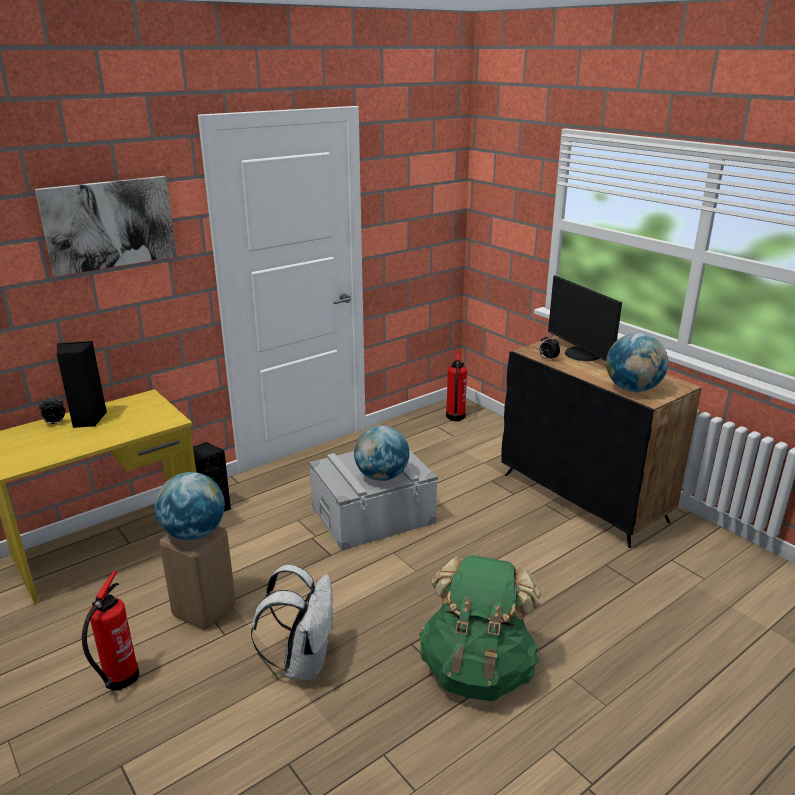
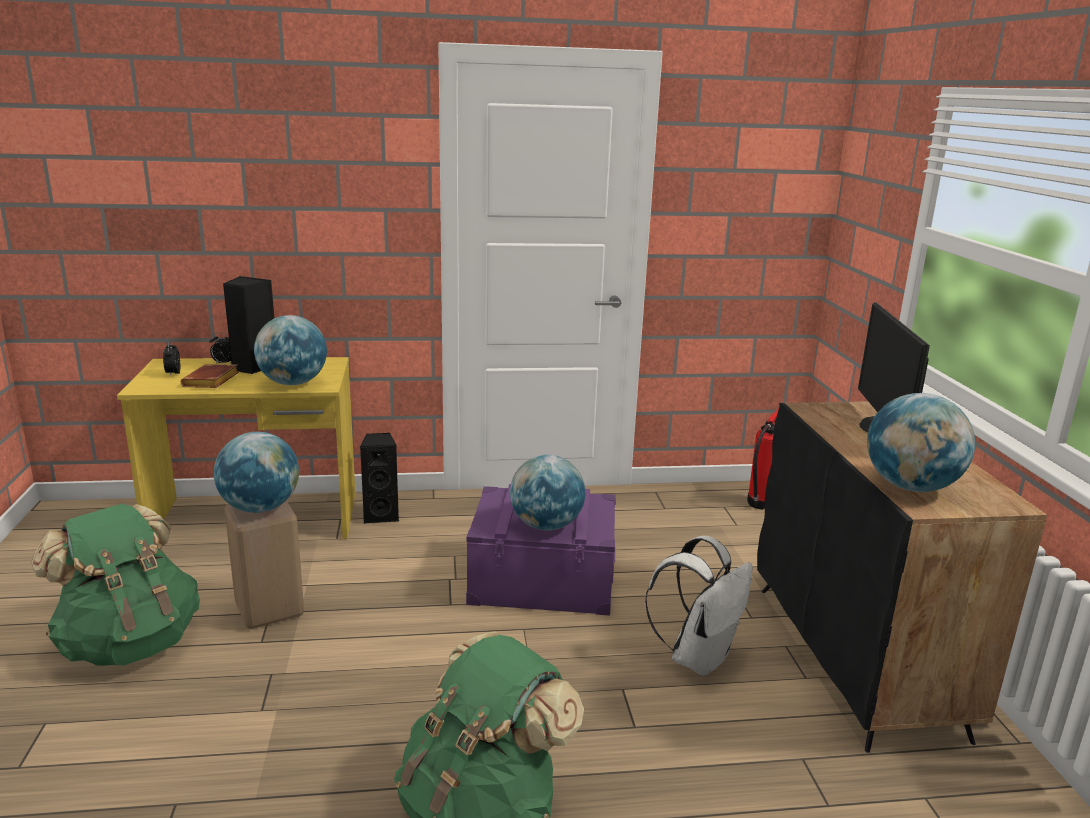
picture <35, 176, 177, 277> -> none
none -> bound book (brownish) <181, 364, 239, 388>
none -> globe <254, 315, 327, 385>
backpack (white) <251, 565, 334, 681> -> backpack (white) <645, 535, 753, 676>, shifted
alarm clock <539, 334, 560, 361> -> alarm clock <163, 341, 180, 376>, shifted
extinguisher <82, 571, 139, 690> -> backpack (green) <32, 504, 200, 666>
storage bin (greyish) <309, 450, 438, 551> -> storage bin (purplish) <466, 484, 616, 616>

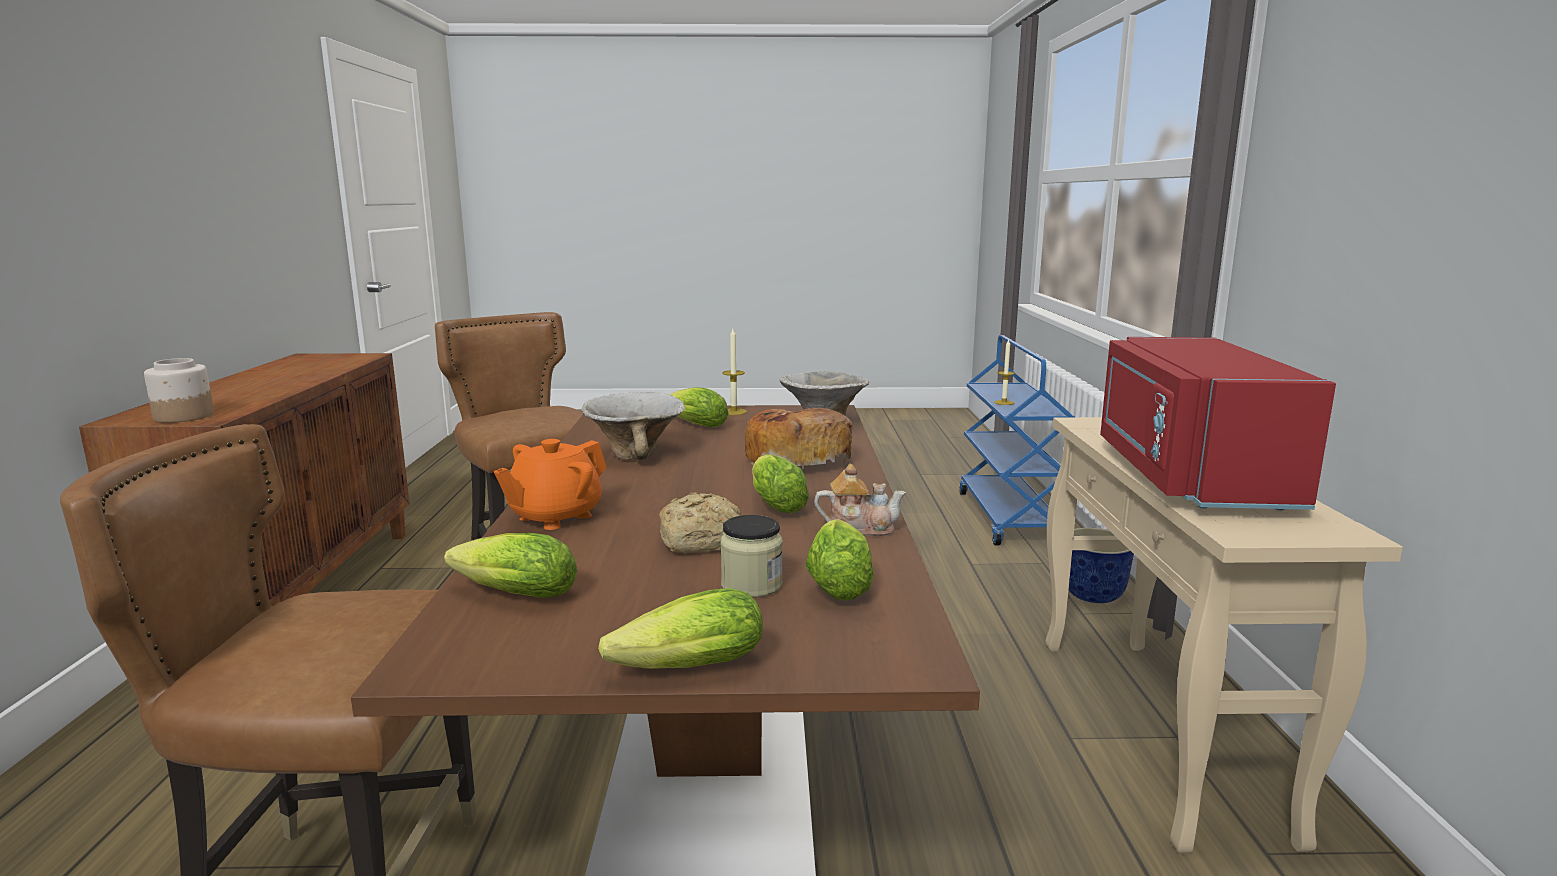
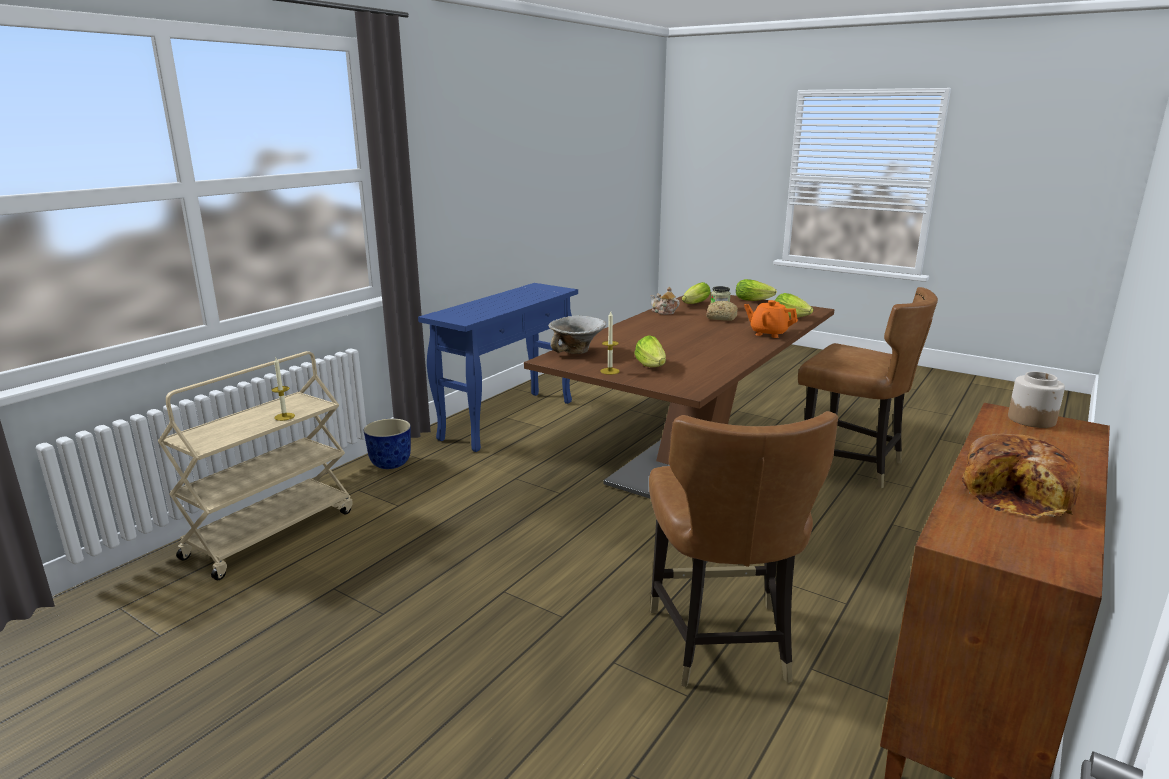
serving bowl <581, 392, 685, 460> -> none
lettuce <752, 455, 809, 513> -> none
microwave (red-coloured) <1100, 337, 1336, 510> -> none
baked bread <745, 408, 853, 468> -> baked bread <962, 434, 1080, 519>, shifted
cart (bluish) <959, 335, 1075, 545> -> cart (sand-coloured) <158, 351, 353, 580>
console table (sand-coloured) <1045, 417, 1403, 854> -> console table (bluish) <418, 283, 578, 452>
pot for tea (orangey) <494, 439, 607, 530> -> pot for tea (orangey) <744, 300, 798, 338>, 135 degrees counterclockwise

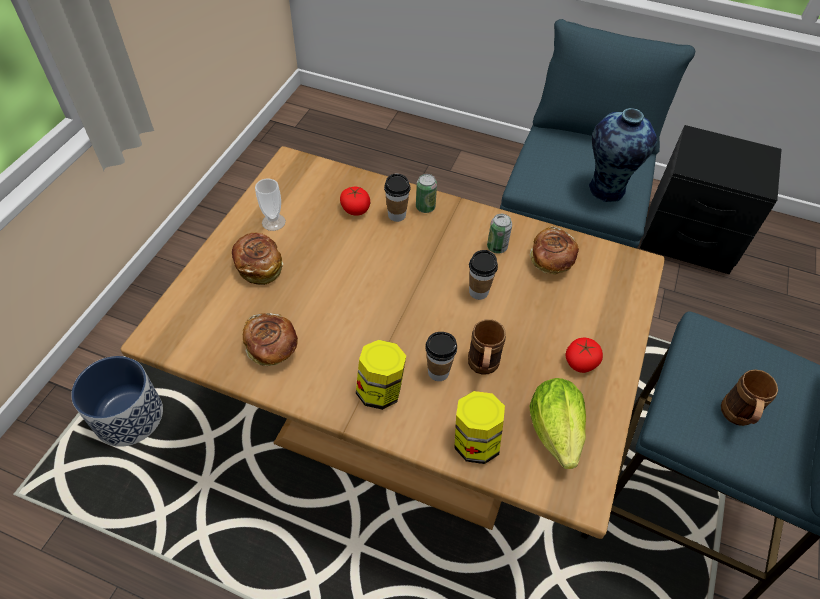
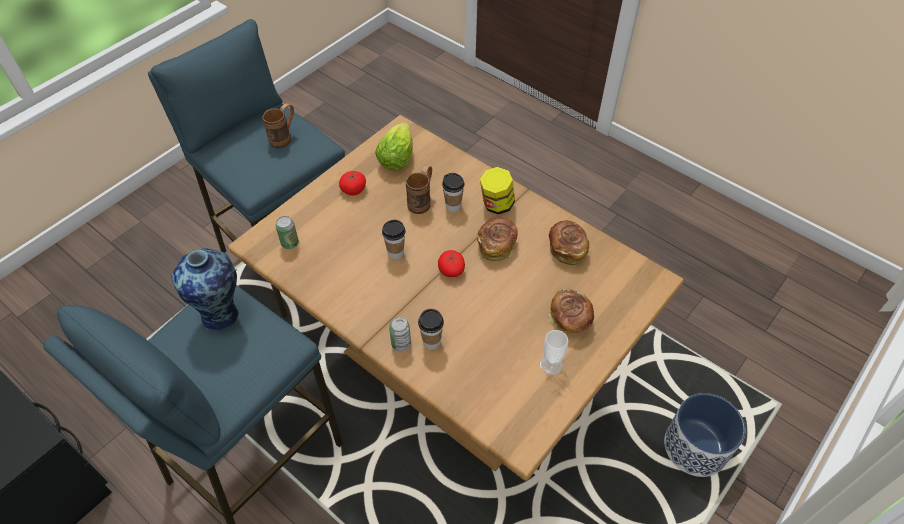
jar <454, 391, 505, 464> -> none
fresh tomato <340, 187, 370, 216> -> fresh tomato <438, 250, 465, 277>, shifted
sealed can <487, 214, 512, 254> -> sealed can <276, 216, 299, 249>, shifted
baked bread <530, 226, 579, 275> -> baked bread <477, 218, 518, 261>, shifted

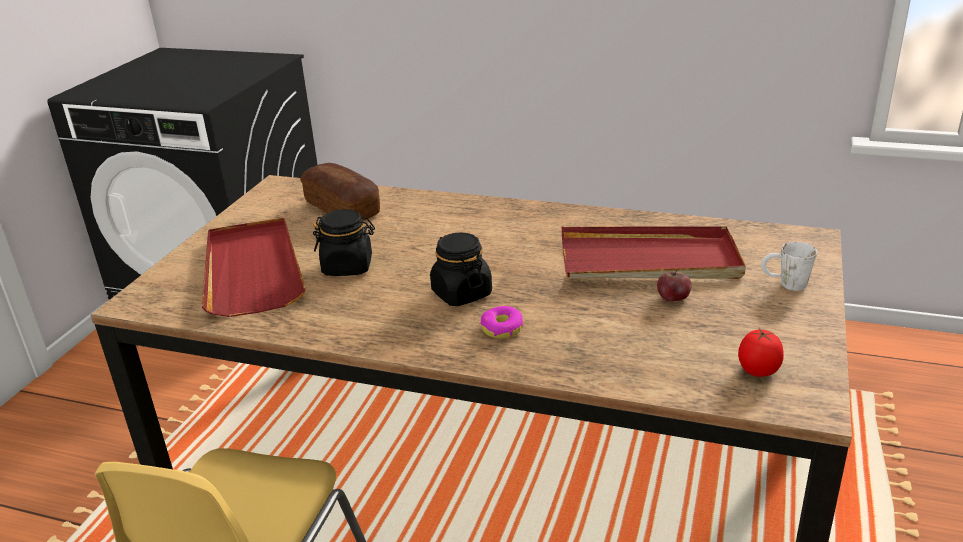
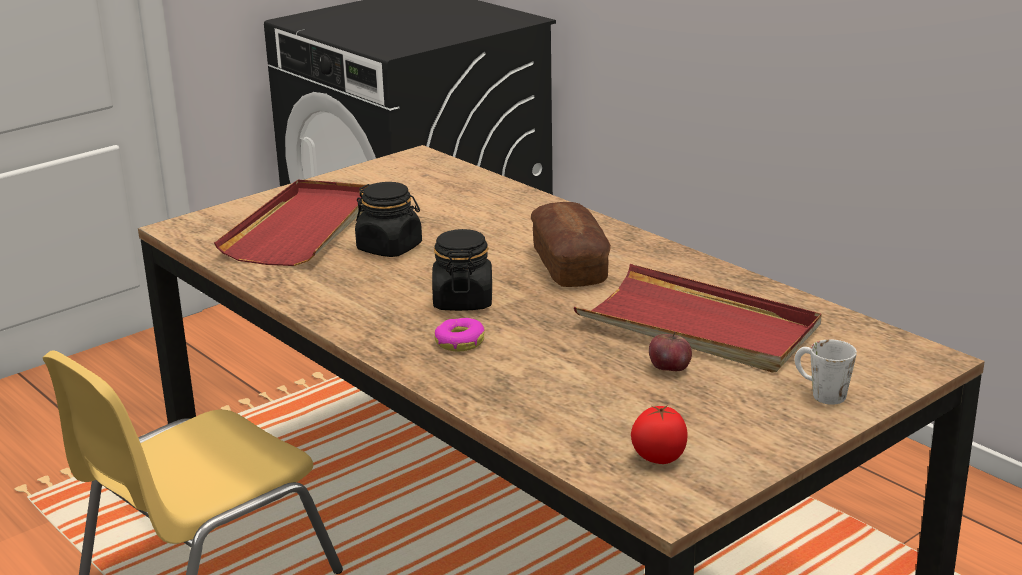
baked bread <300, 163, 380, 221> -> baked bread <531, 202, 611, 287>, shifted

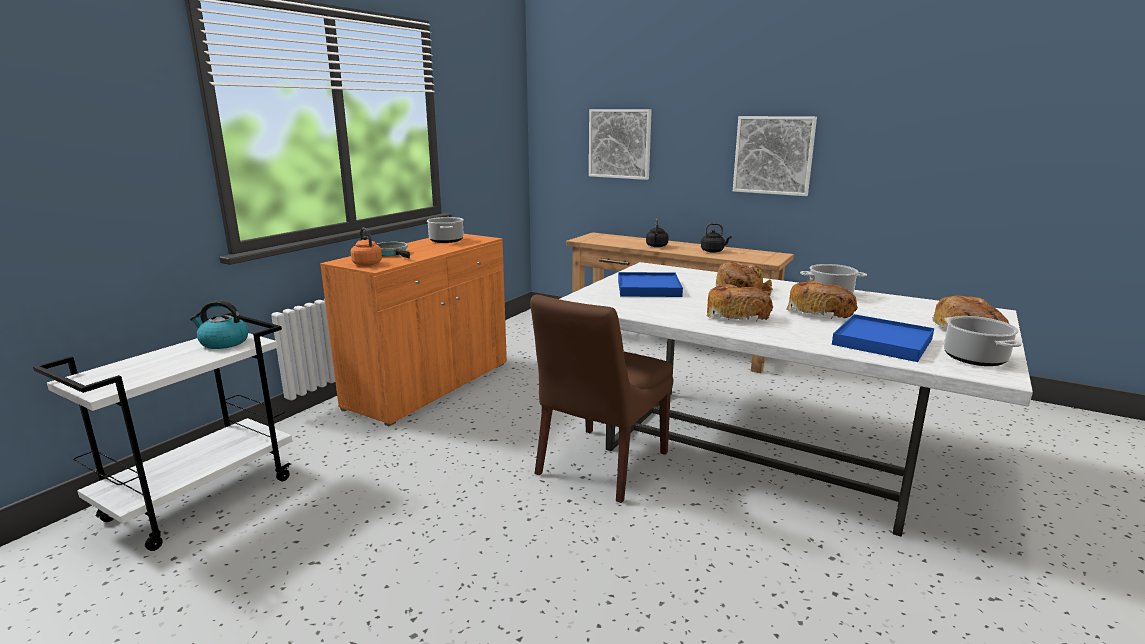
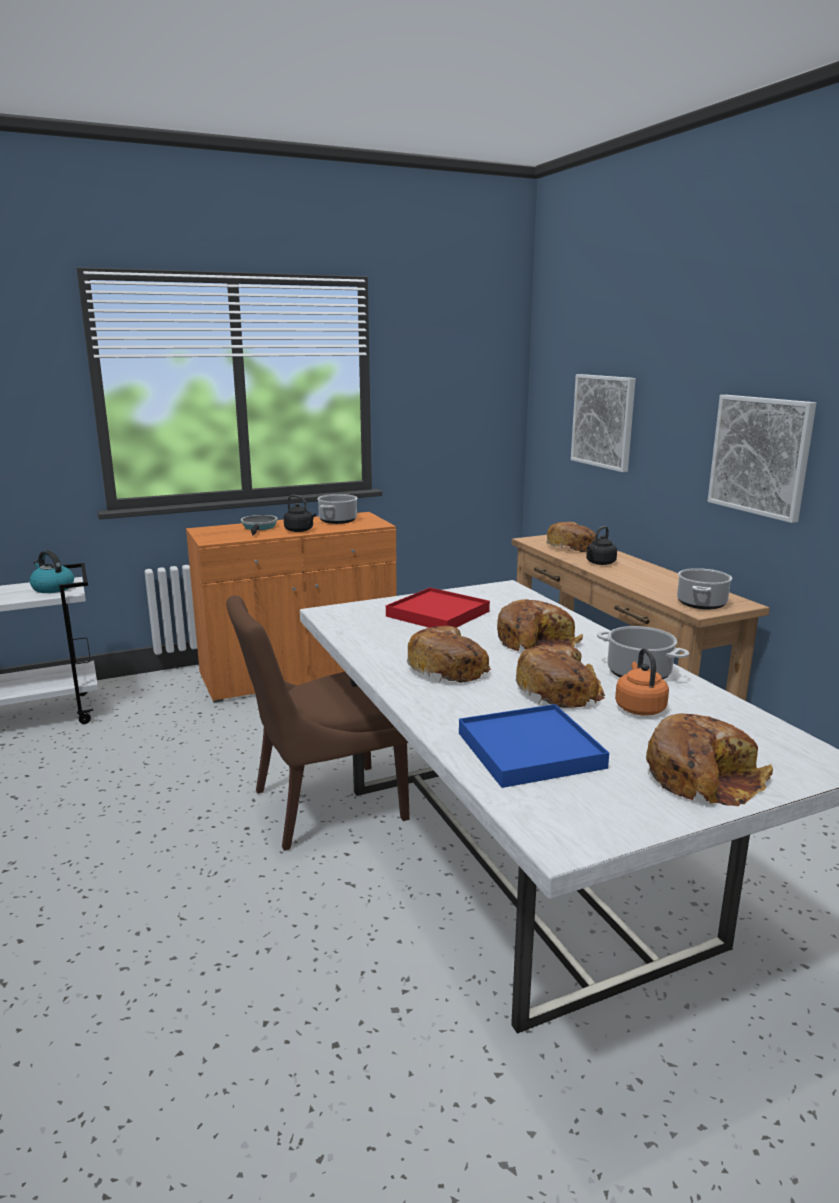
none -> baked bread <546, 522, 596, 552>
kettle (orangey) <351, 228, 382, 266> -> kettle (orangey) <615, 648, 669, 716>, shifted
kettle (black-coloured) <701, 223, 732, 253> -> kettle (black-coloured) <283, 495, 316, 532>, shifted
stockpot <944, 316, 1022, 366> -> stockpot <677, 568, 732, 610>, shifted
carrying tray (bluish) <618, 272, 683, 297> -> carrying tray (red-coloured) <386, 588, 490, 628>

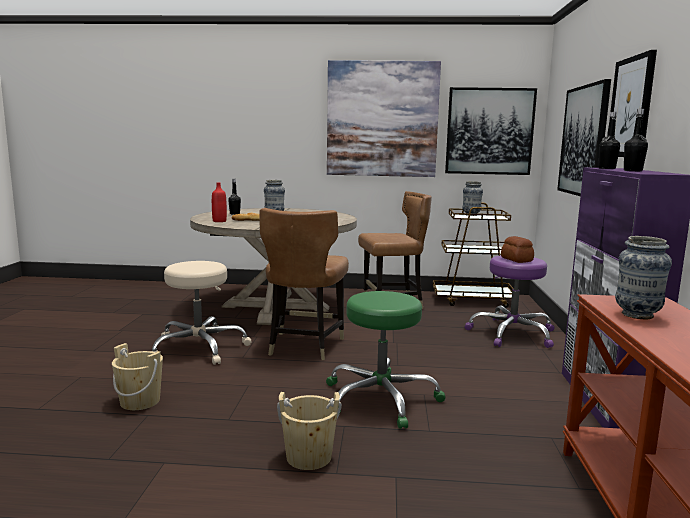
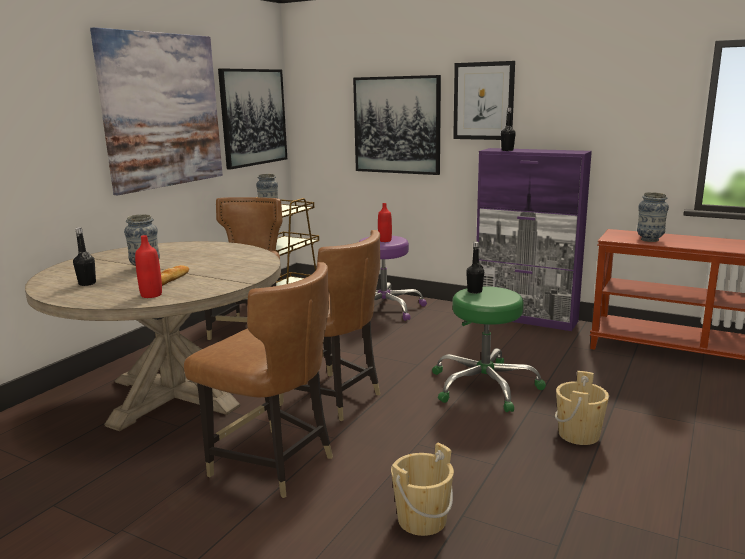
beverage bottle (black-coloured) <624, 109, 648, 171> -> beverage bottle (black-coloured) <466, 242, 484, 294>, shifted
stool (sand-coloured) <152, 261, 251, 365> -> chair (brownish) <184, 262, 333, 498>
baked bread <501, 236, 534, 263> -> beverage bottle (red-coloured) <378, 203, 392, 242>

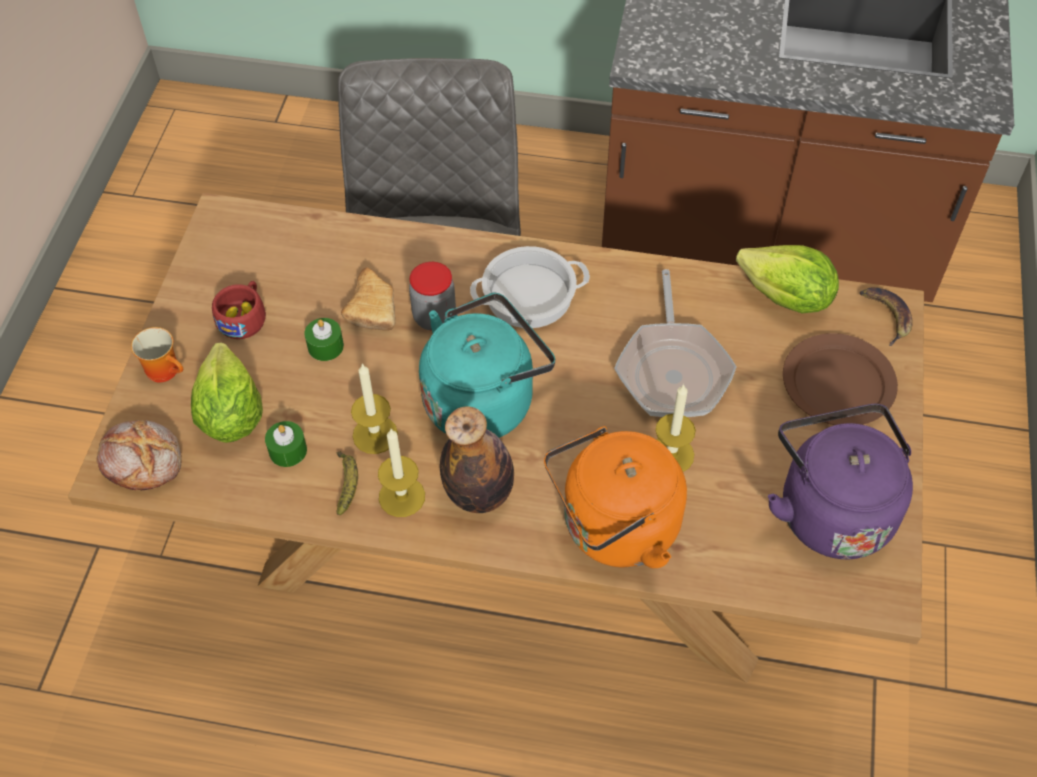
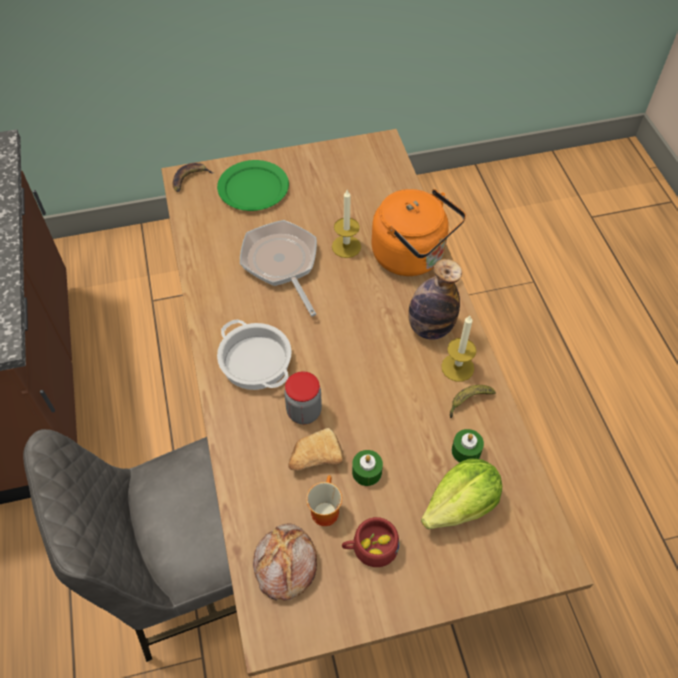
wax light <351, 363, 398, 454> -> none
kettle (turquoise) <419, 293, 555, 438> -> none
lettuce <736, 245, 839, 313> -> none
kettle (purplish) <768, 404, 913, 560> -> none
baked bread <96, 420, 182, 490> -> baked bread <253, 523, 317, 601>, shifted
mug <131, 327, 183, 382> -> mug <306, 475, 342, 526>, shifted
plate (brownish) <783, 333, 898, 425> -> plate (green) <217, 160, 289, 211>
frying pan <614, 269, 737, 417> -> frying pan <240, 220, 317, 317>, 90 degrees counterclockwise

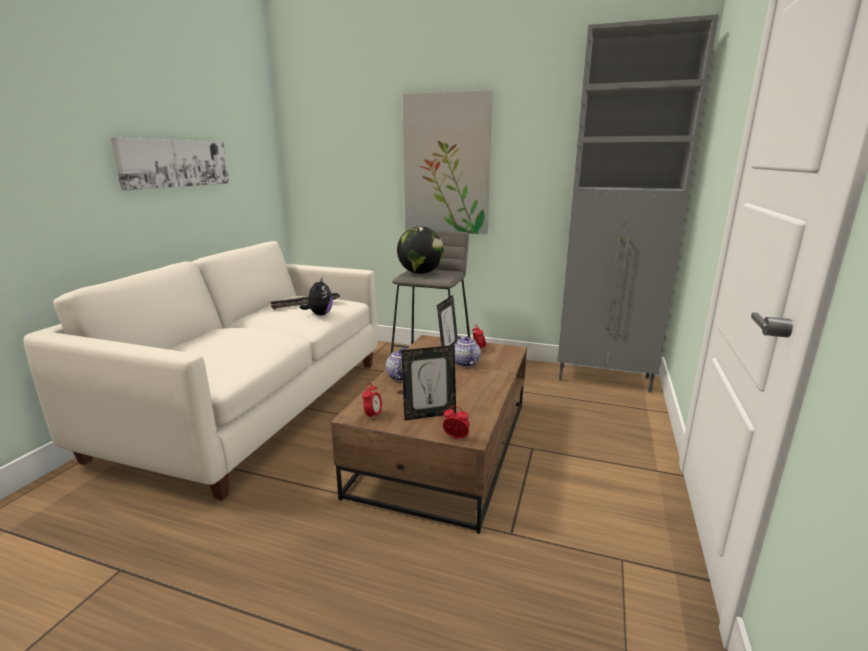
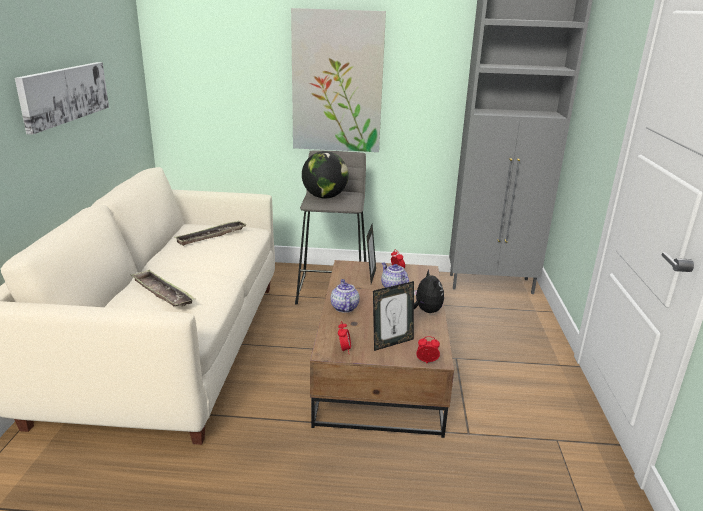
none -> carrying tray <130, 269, 196, 306>
soft toy <300, 278, 333, 315> -> soft toy <414, 269, 444, 313>, shifted

